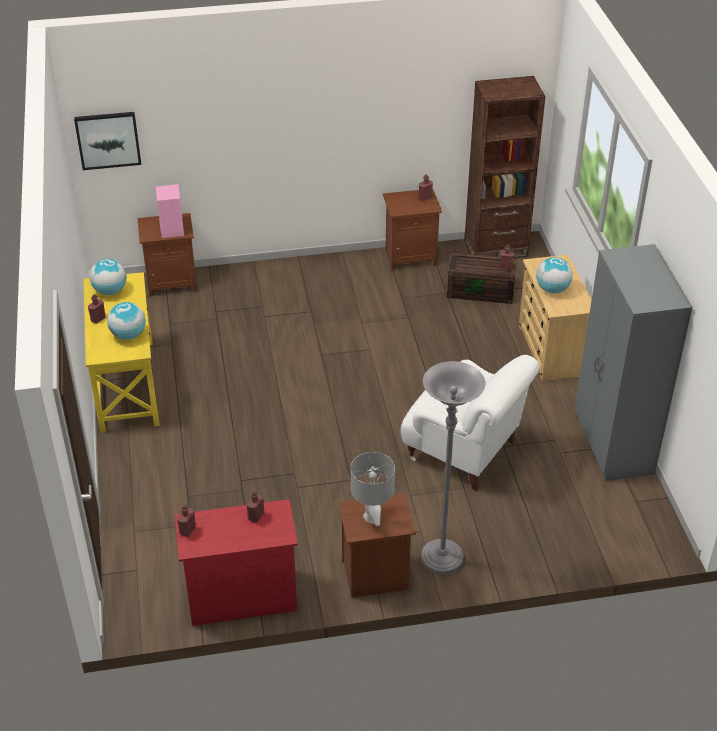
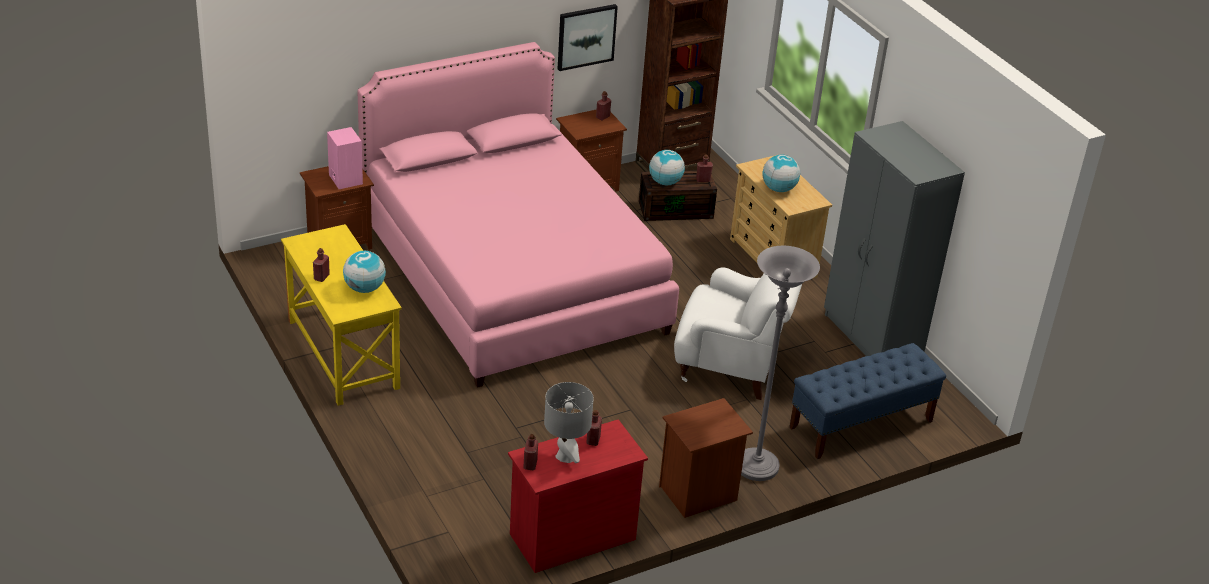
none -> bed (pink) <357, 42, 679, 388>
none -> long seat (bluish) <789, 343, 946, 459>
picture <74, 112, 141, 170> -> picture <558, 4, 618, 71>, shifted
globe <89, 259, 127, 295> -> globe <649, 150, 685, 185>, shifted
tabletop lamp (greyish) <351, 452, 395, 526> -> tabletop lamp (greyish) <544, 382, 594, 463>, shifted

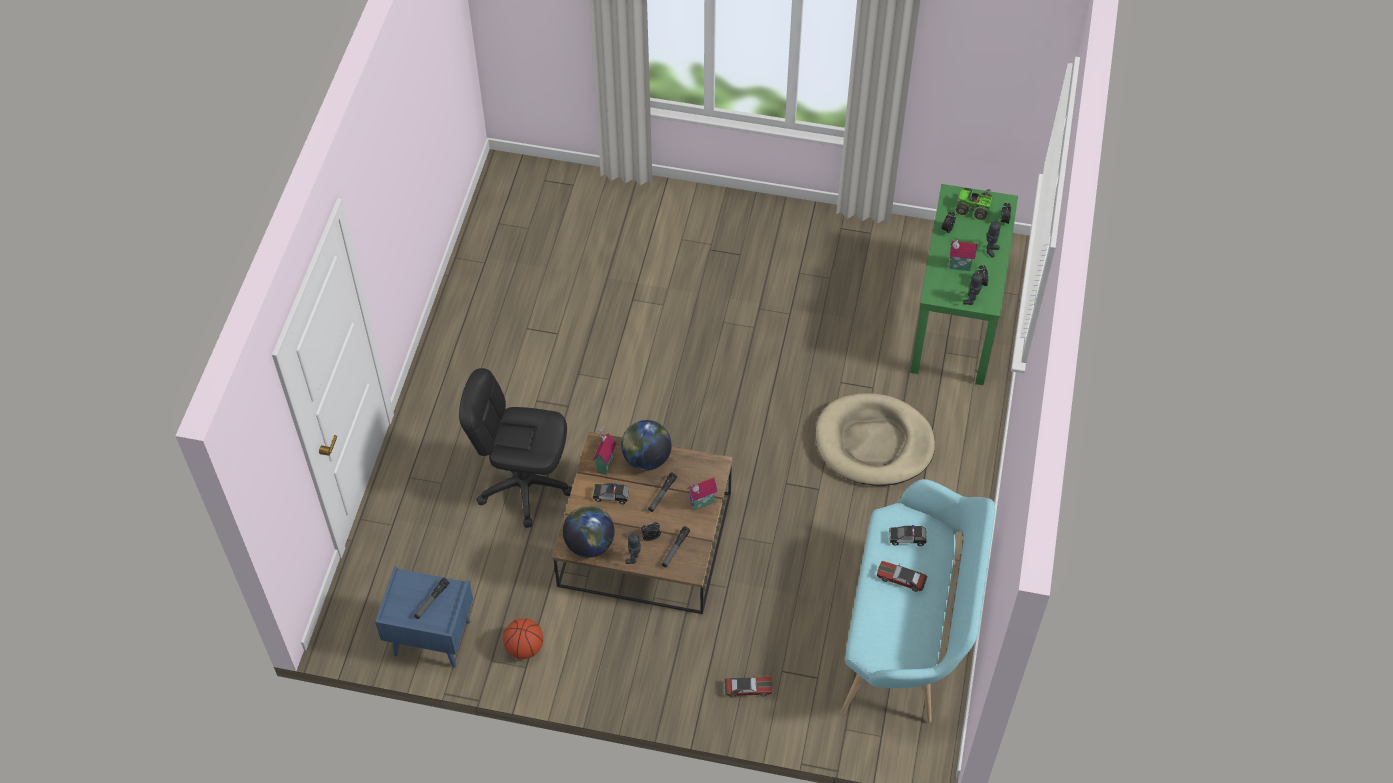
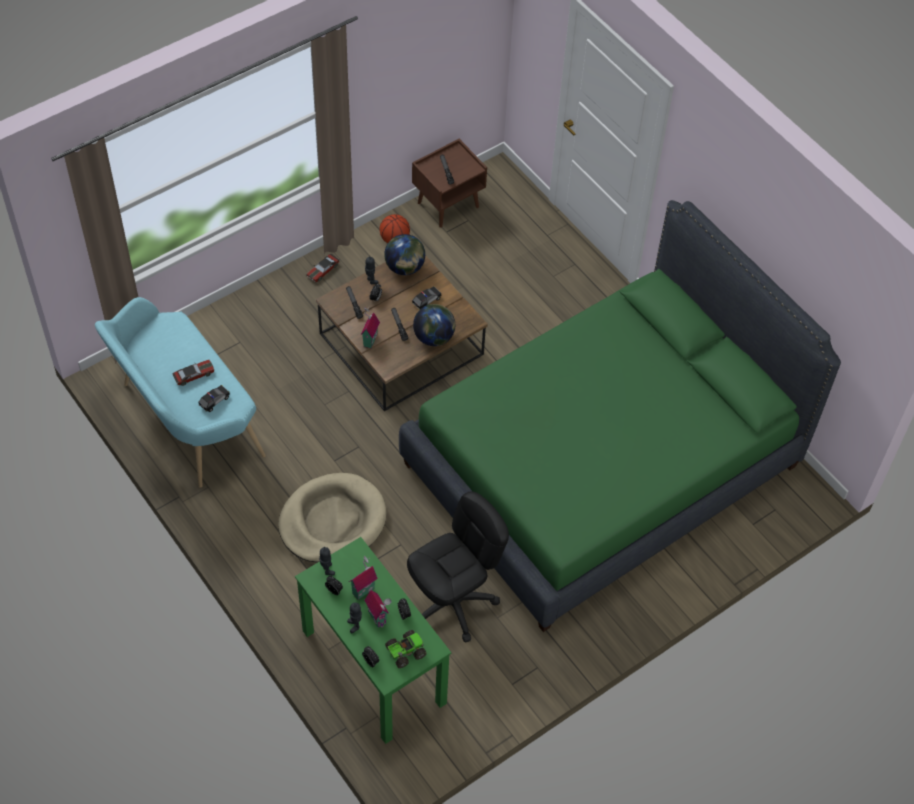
none -> bed (green) <399, 200, 841, 632>
office chair (black-coloured) <459, 368, 572, 528> -> office chair (black-coloured) <407, 491, 509, 642>, shifted
toy house <593, 426, 616, 475> -> toy house <364, 590, 392, 628>, shifted
toy car <724, 677, 773, 697> -> toy car <306, 254, 339, 282>, shifted
bedside table (bluish) <375, 566, 473, 668> -> bedside table (brownish) <412, 139, 487, 228>

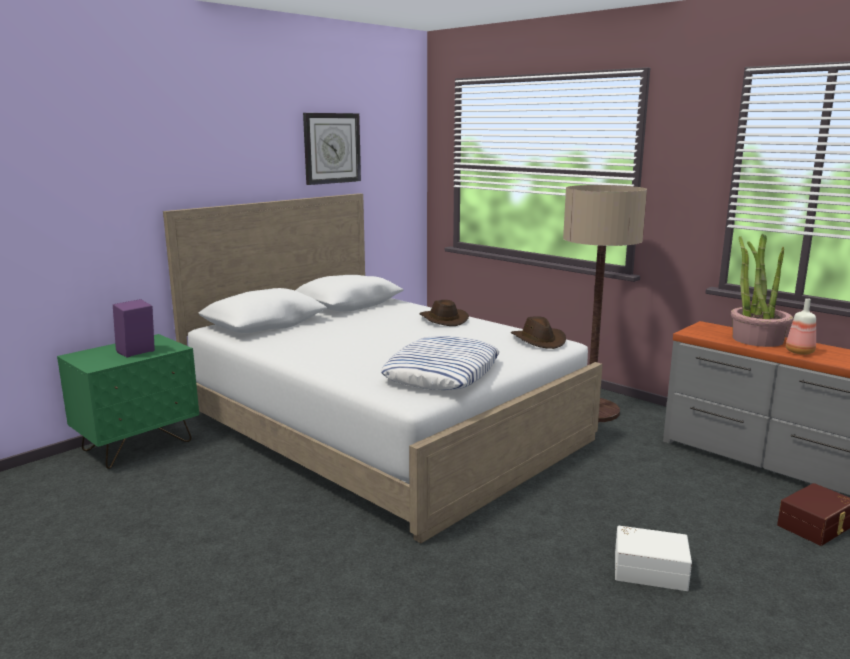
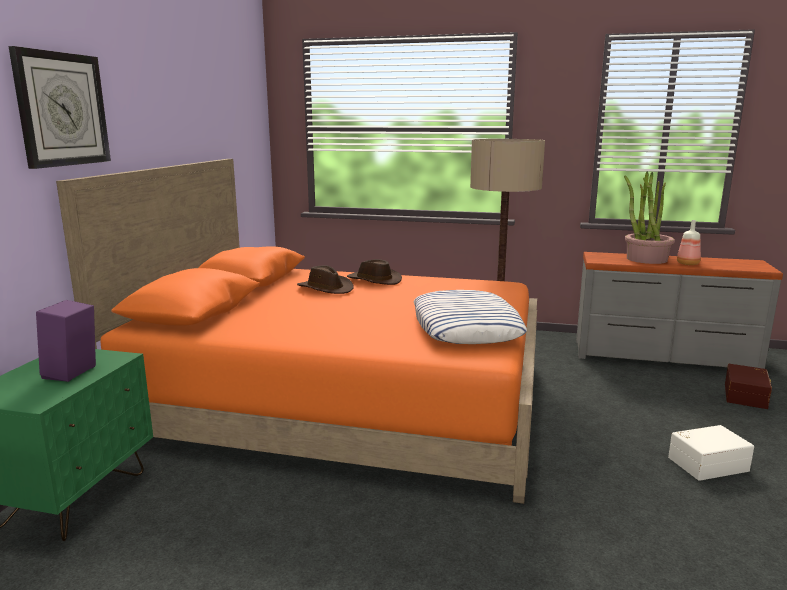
hanging clock <303, 113, 361, 185> -> hanging clock <8, 46, 111, 169>, shifted
clothing hat (brownish) <511, 316, 566, 349> -> clothing hat (brownish) <297, 265, 354, 294>, shifted
bed (white) <163, 193, 603, 543> -> bed (orangey) <56, 159, 537, 504>

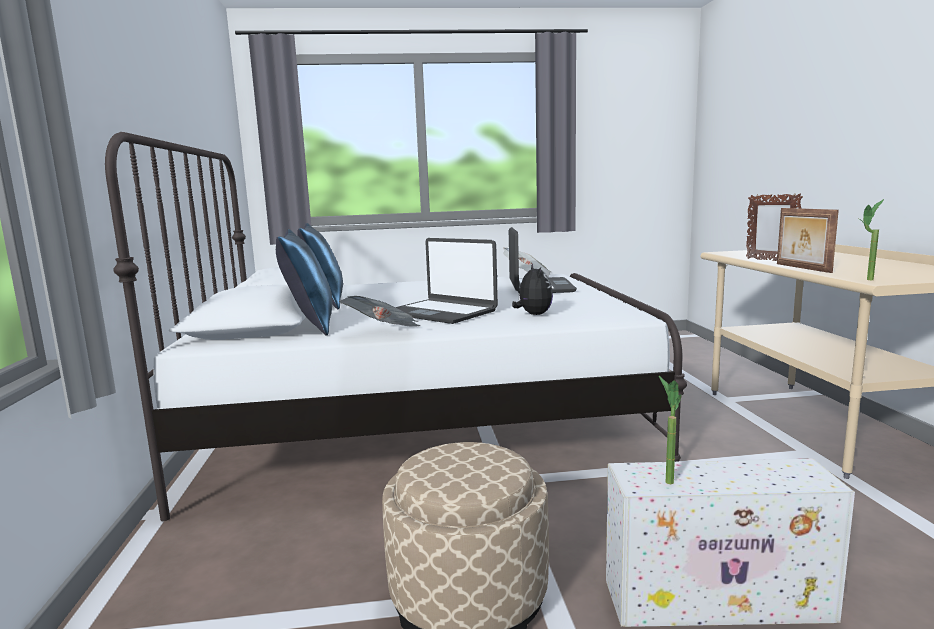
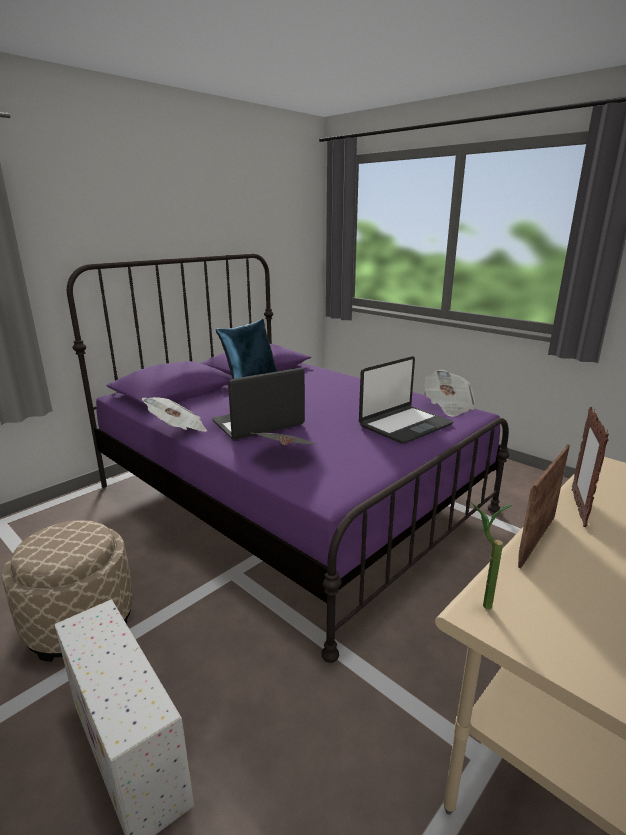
pillow (bluish) <276, 229, 332, 336> -> none
potted plant <659, 376, 681, 484> -> none
soft toy <512, 264, 553, 315> -> newspaper <251, 433, 316, 445>
bed (white) <105, 132, 687, 521> -> bed (purplish) <67, 253, 509, 663>
notebook computer <396, 238, 498, 324> -> notebook computer <212, 368, 305, 440>, 60 degrees clockwise

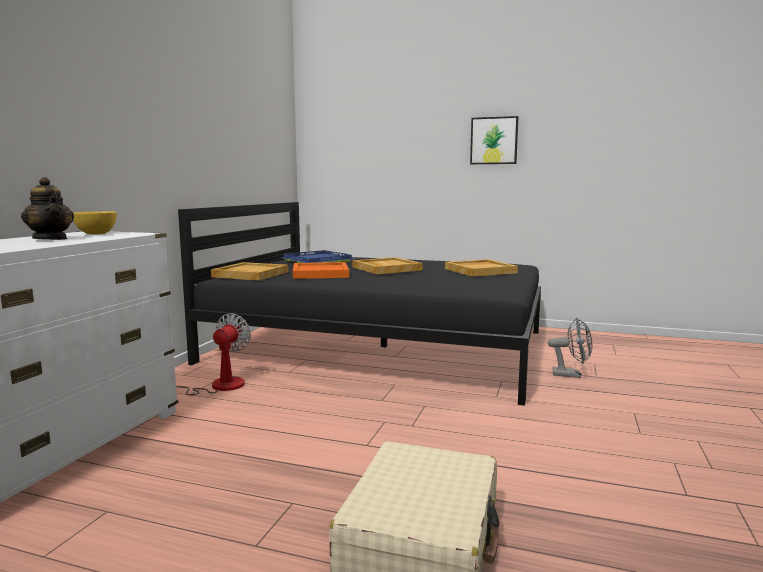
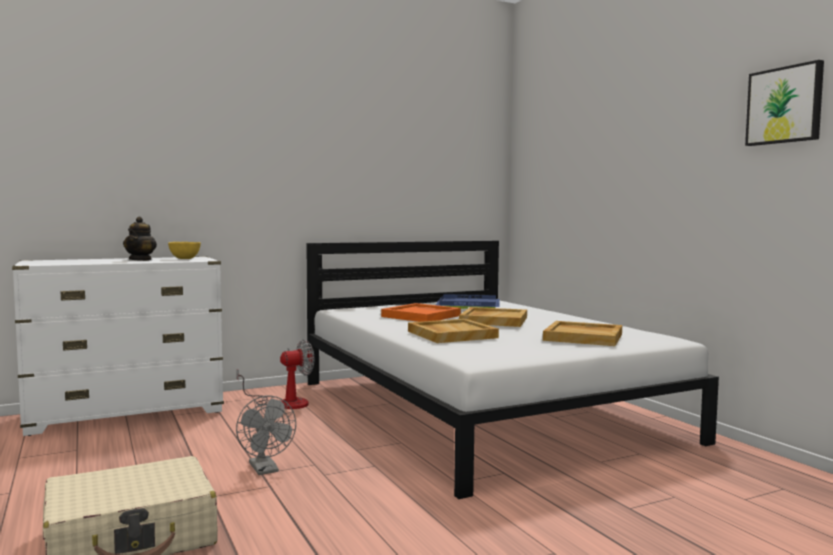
carrying tray (sand-coloured) <211, 262, 288, 281> -> carrying tray (sand-coloured) <408, 319, 499, 343>, shifted
picture <470, 116, 519, 164> -> picture <745, 60, 824, 146>, shifted
electric fan (greyish) <548, 318, 592, 378> -> electric fan (greyish) <236, 396, 296, 475>, shifted
bed (black-coloured) <178, 202, 541, 406> -> bed (white) <306, 241, 719, 499>

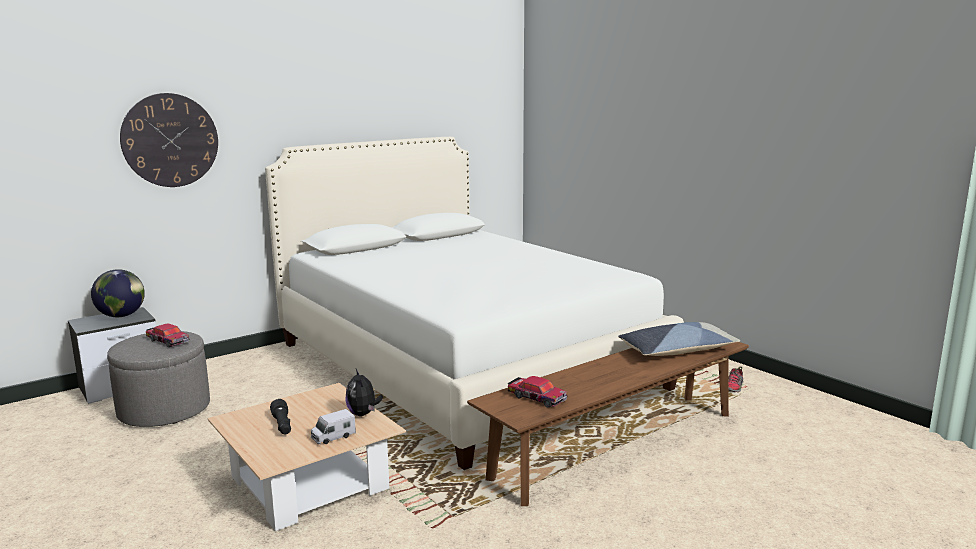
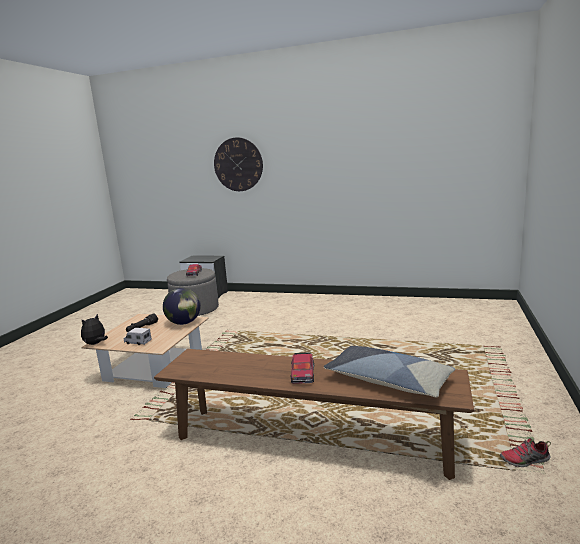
bed (white) <265, 137, 684, 470> -> none
globe <91, 269, 145, 317> -> globe <163, 288, 201, 325>, shifted
soft toy <345, 369, 383, 416> -> soft toy <81, 314, 108, 345>, shifted
toy car <508, 376, 567, 408> -> toy car <290, 352, 314, 384>, shifted

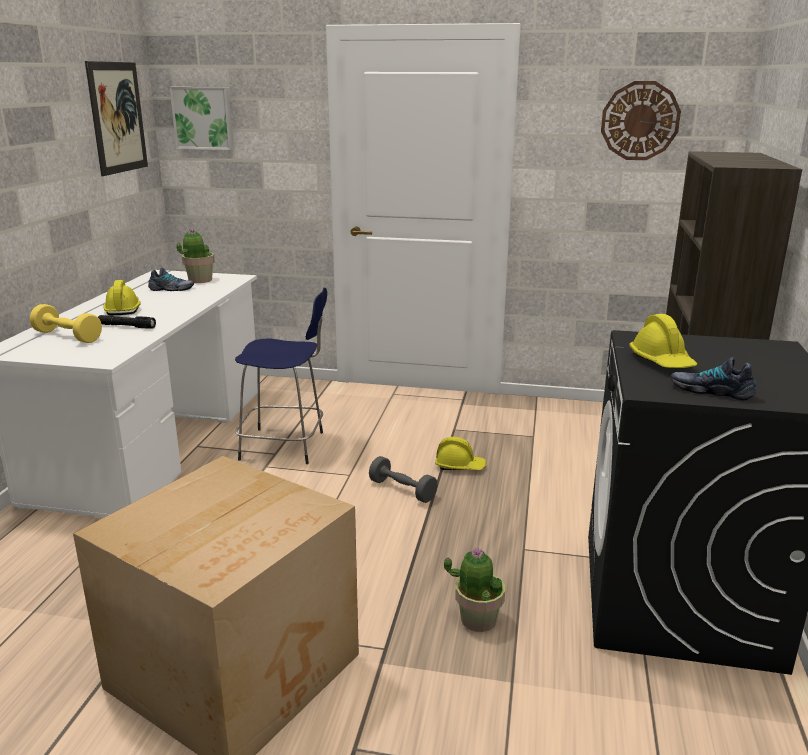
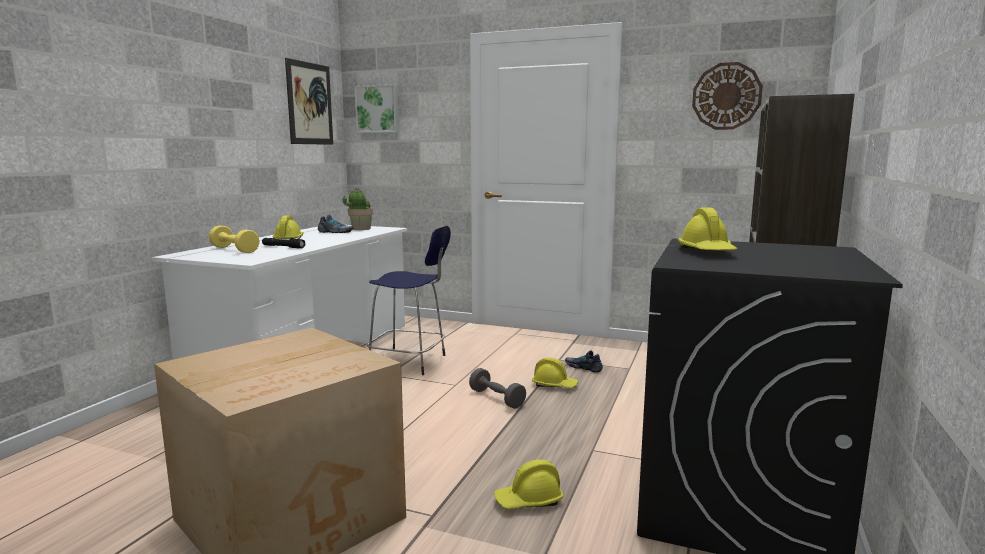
item of footwear <670, 357, 756, 401> -> item of footwear <565, 351, 603, 373>, shifted
potted plant <443, 548, 505, 632> -> hard hat (yellow-coloured) <494, 460, 564, 509>

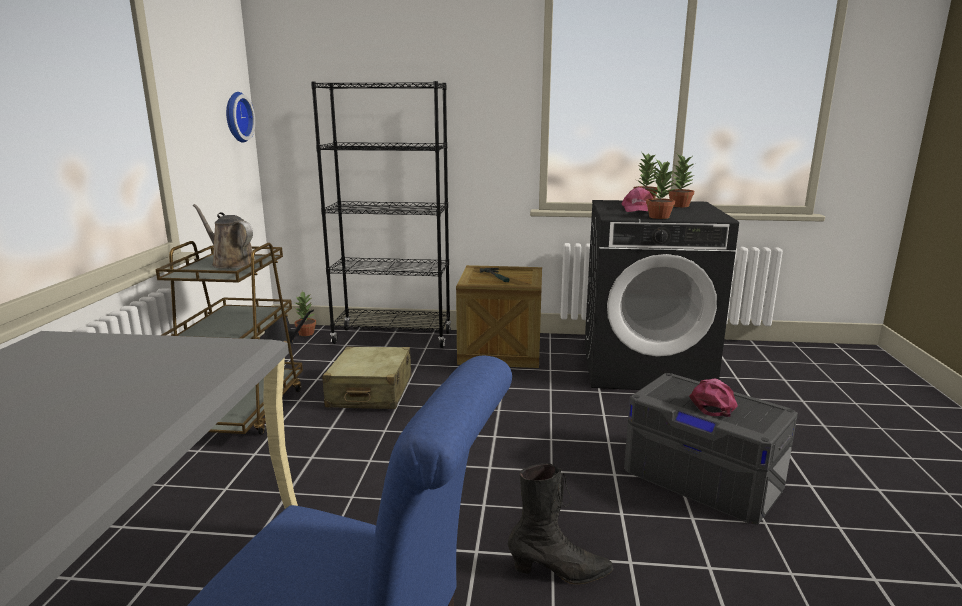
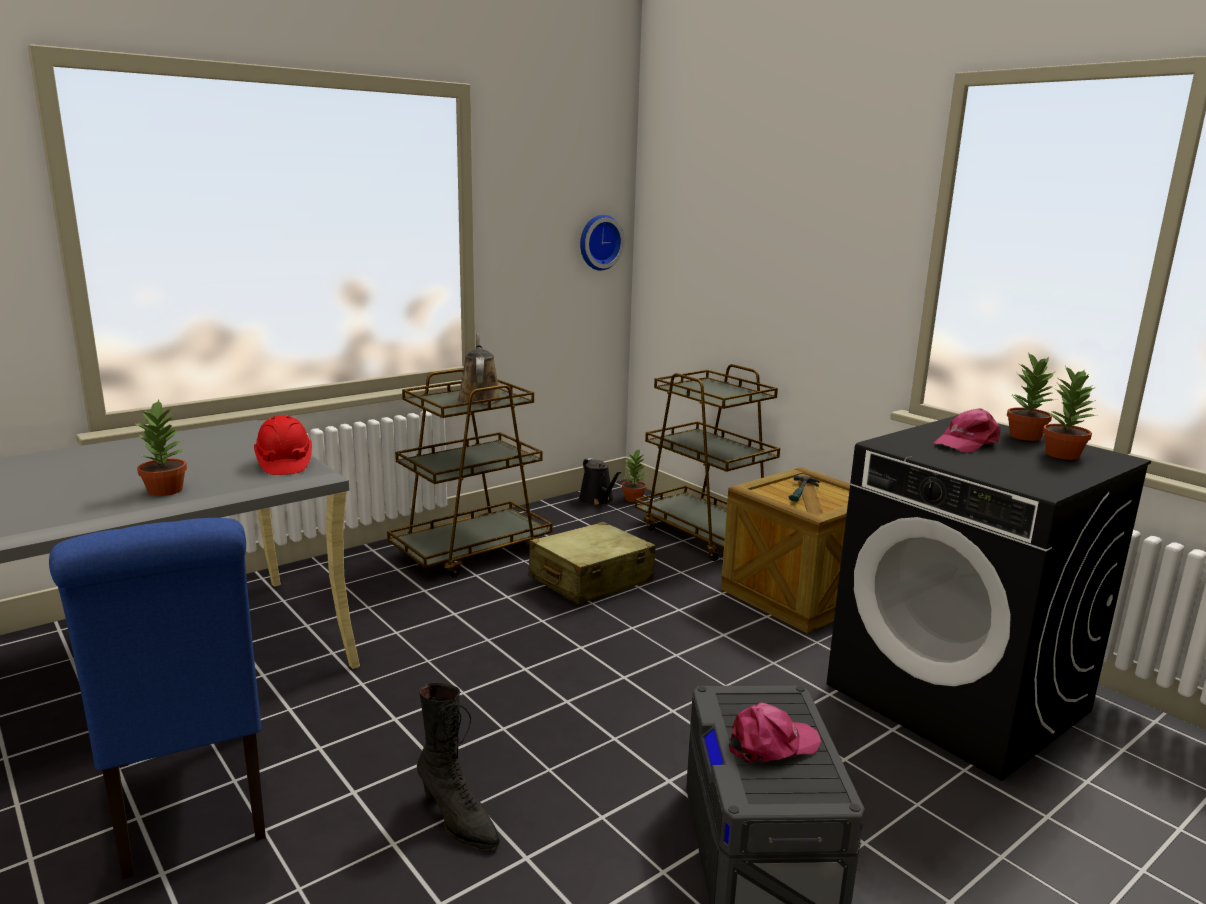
none -> hard hat (red-coloured) <254, 415, 312, 475>
potted plant <646, 159, 676, 219> -> potted plant <134, 400, 187, 496>, shifted
bookcase (black-coloured) <311, 81, 451, 348> -> cart (brownish) <635, 364, 780, 561>

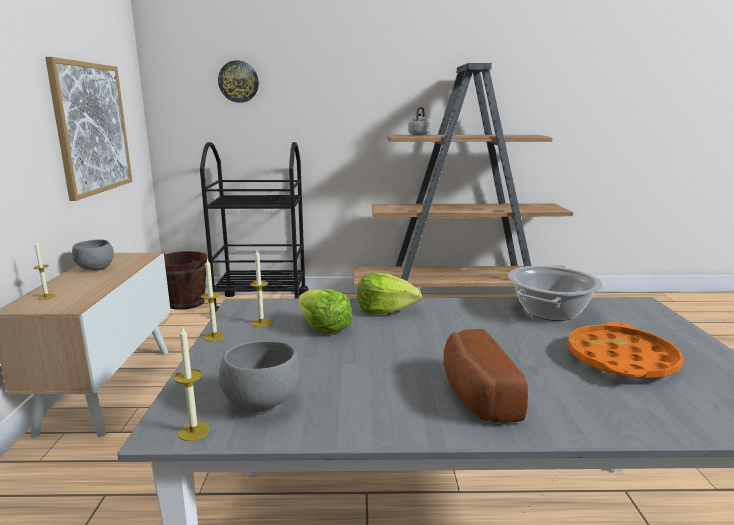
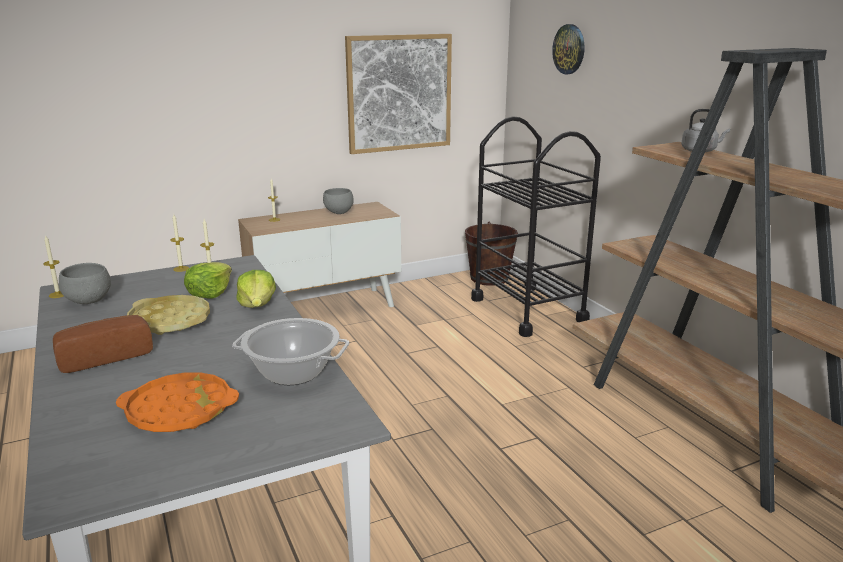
none -> carrying tray (yellow-coloured) <127, 295, 210, 335>

